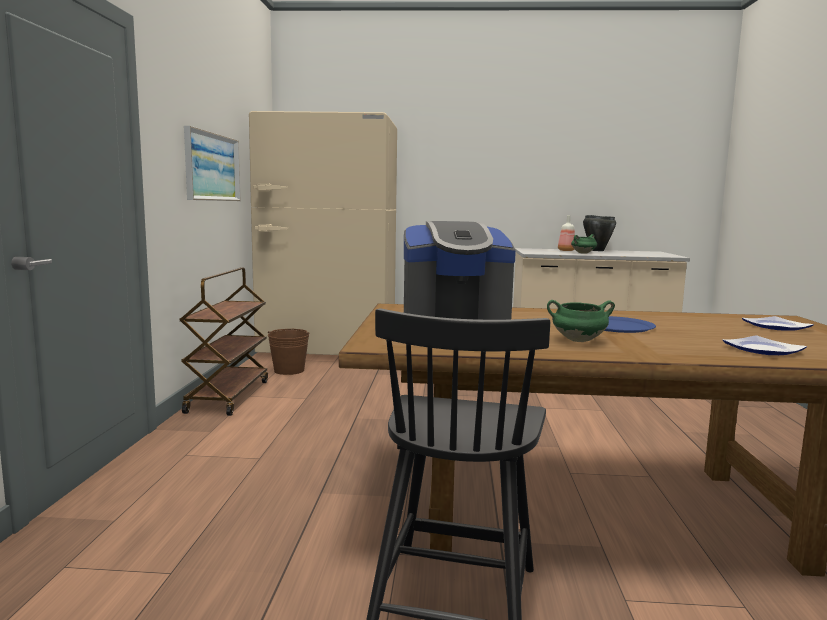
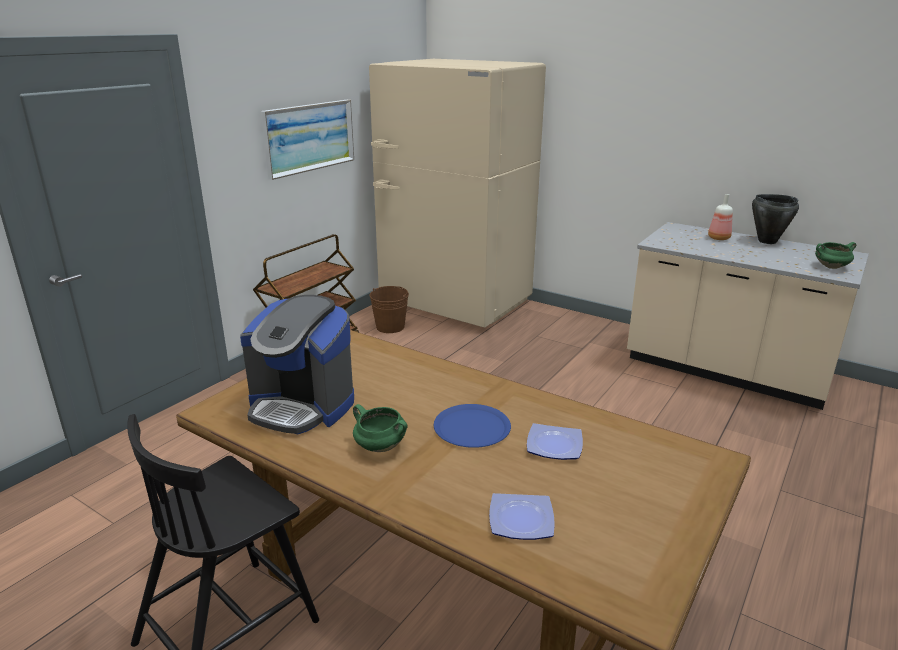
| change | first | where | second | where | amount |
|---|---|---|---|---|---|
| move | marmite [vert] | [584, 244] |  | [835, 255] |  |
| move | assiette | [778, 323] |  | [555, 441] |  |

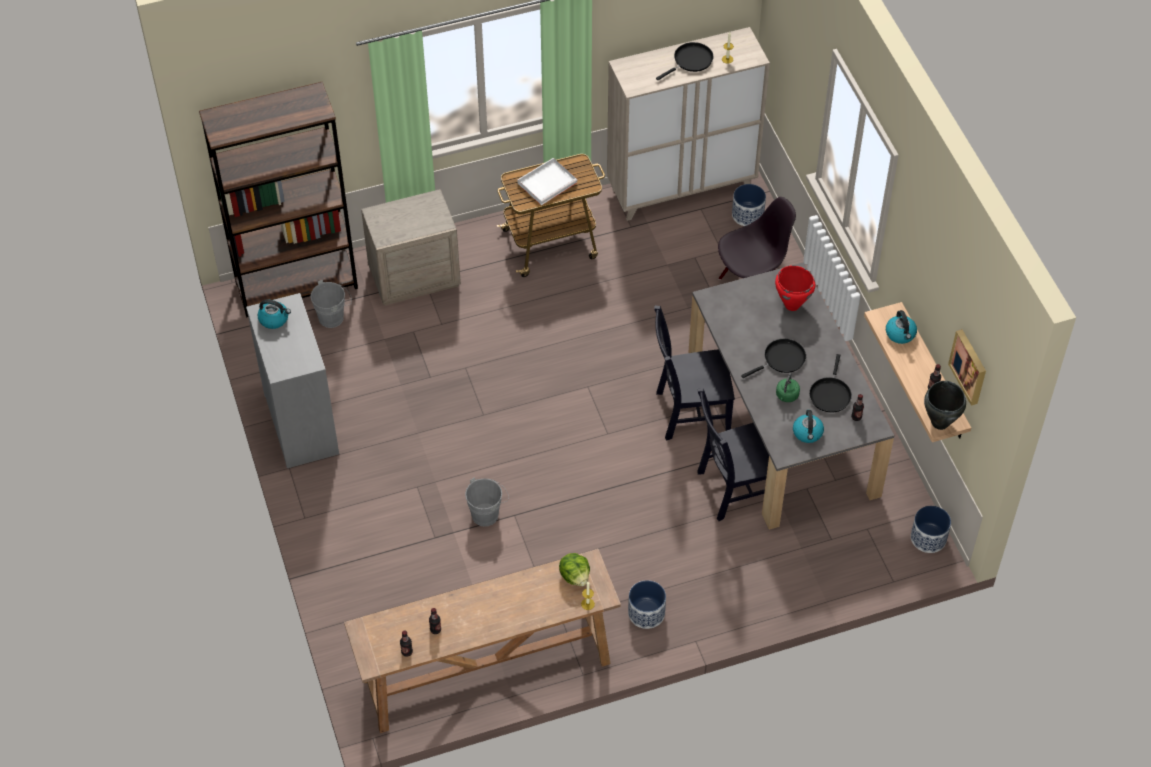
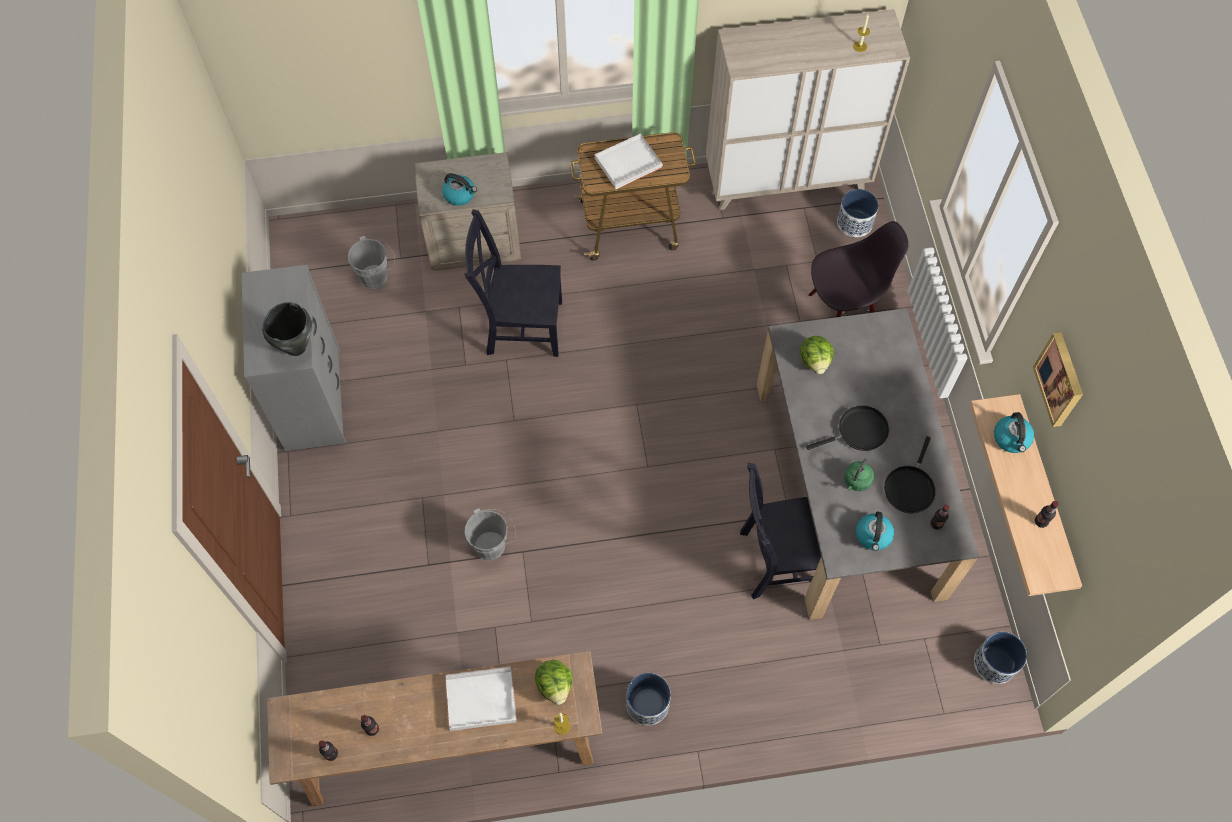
| change | first | where | second | where | amount |
|---|---|---|---|---|---|
| delete | bibliothèque [marron] | [278, 199] |  |  |  |
| move | bouilloire | [274, 314] |  | [459, 189] |  |
| move | chaise [noir] | [694, 373] |  | [513, 283] |  |
| delete | poêle [noir] | [685, 61] |  |  |  |
| delete | marmite [rouge] | [795, 288] |  |  |  |
| move | marmite [noir] | [945, 405] |  | [287, 329] |  |
| move | tableau | [967, 367] |  | [1058, 379] |  |
| insert |  |  | plateau [blanc] | [481, 698] |  |
| insert |  |  | laitue | [817, 355] |  |

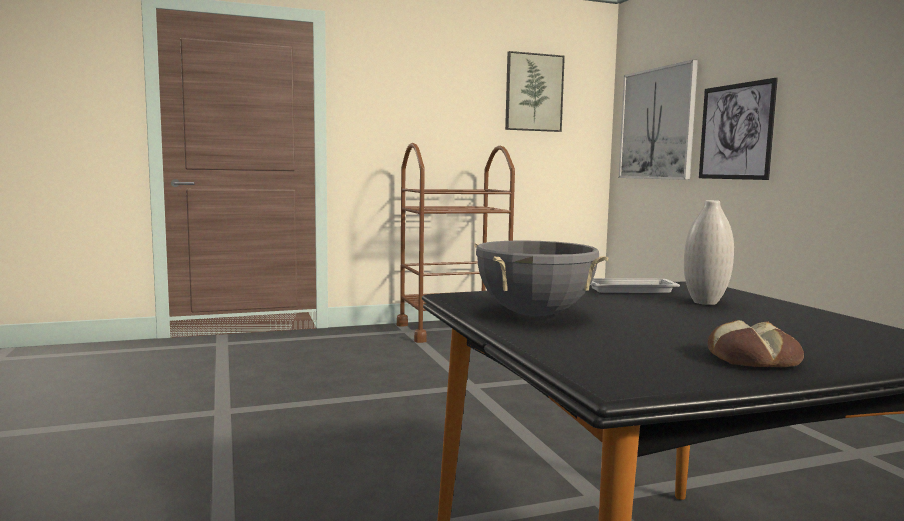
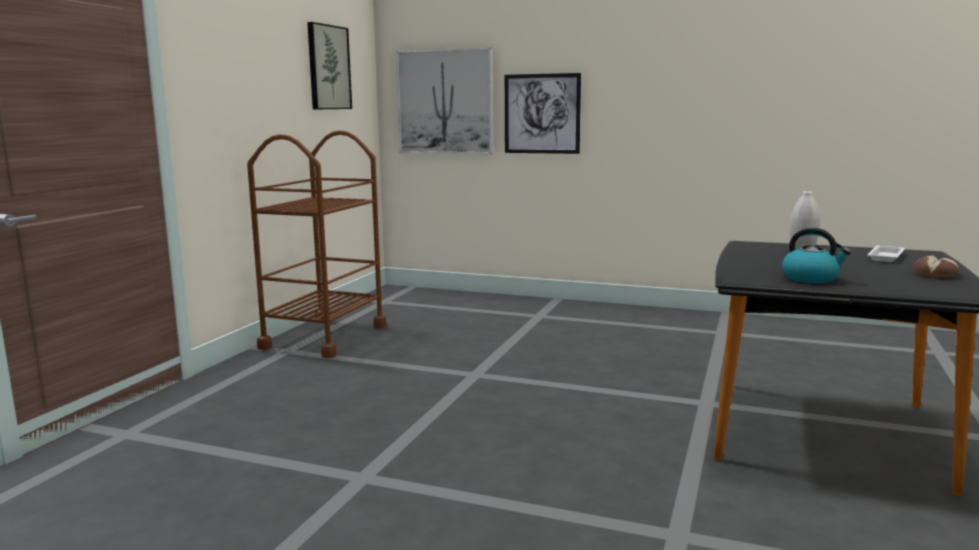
| change | first | where | second | where | amount |
|---|---|---|---|---|---|
| replace | marmite [gris] | [541, 278] | bouilloire | [816, 255] |  |
| move | plateau [blanc] | [635, 285] |  | [886, 254] |  |

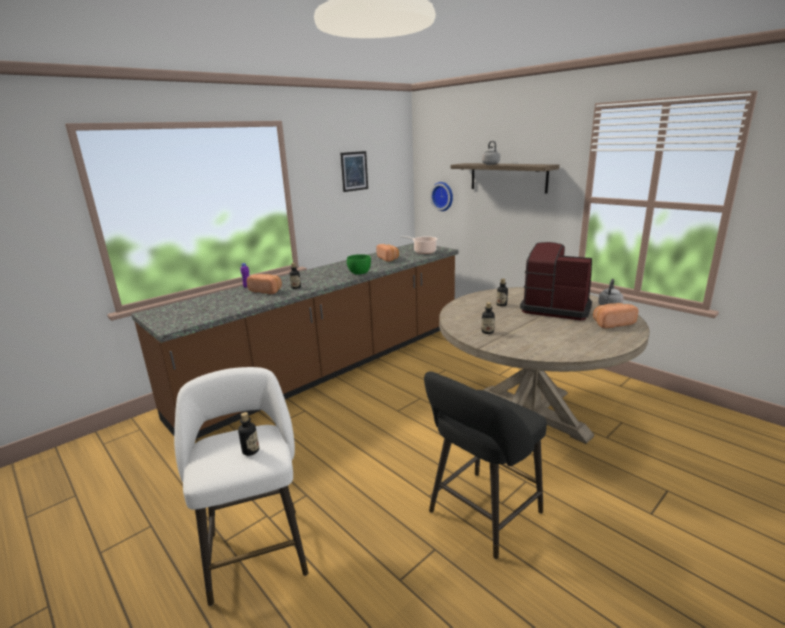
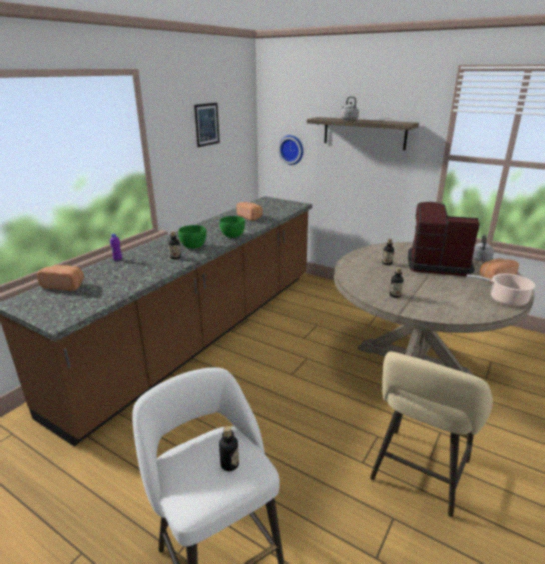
| change | first | where | second | where | amount |
|---|---|---|---|---|---|
| move | pain | [264, 284] |  | [60, 278] |  |
| move | marmite | [418, 245] |  | [501, 290] |  |
| recolor | tabouret [noir] | [485, 465] | tabouret [beige] | [431, 434] |  |
| insert |  |  | bol [vert] | [192, 237] |  |

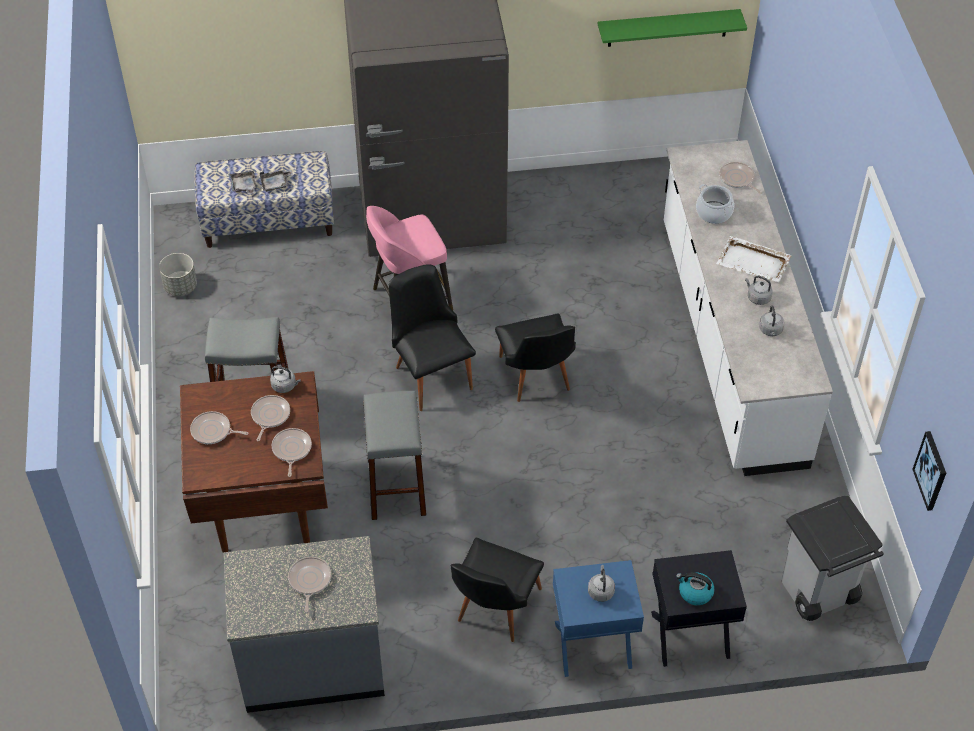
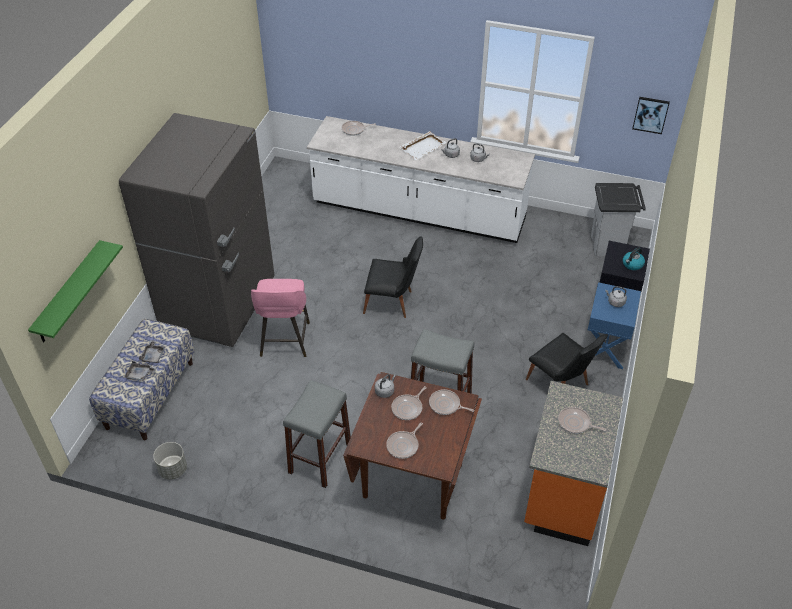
| change | first | where | second | where | amount |
|---|---|---|---|---|---|
| recolor | comptoir de cuisine [gris] | [304, 624] | comptoir de cuisine [orange] | [573, 463] |  |
| rotate | poêle | [270, 418] |  | [409, 403] | 90 degrees counterclockwise |
| delete | chaise [noir] | [432, 337] |  |  |  |
| move | étagère [vert] | [672, 28] |  | [75, 291] |  |
| delete | marmite | [715, 204] |  |  |  |

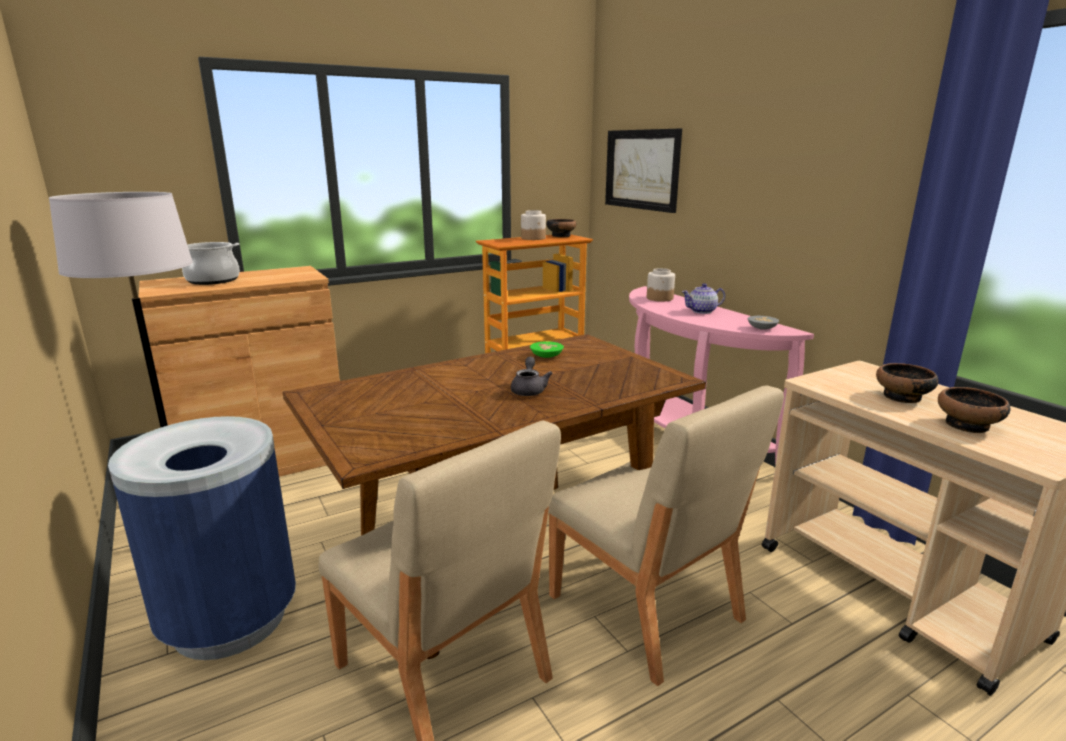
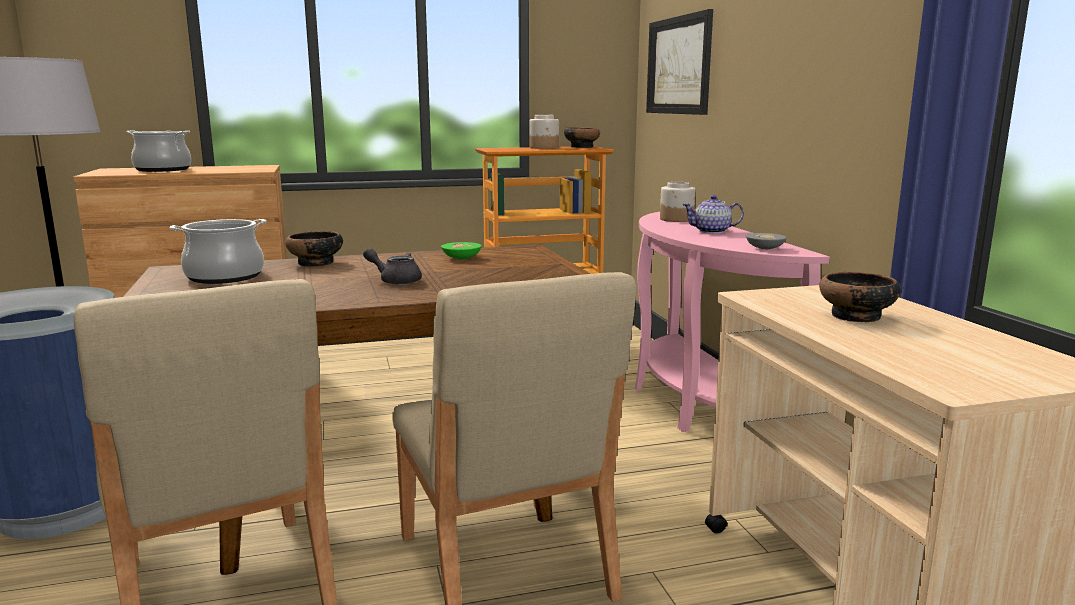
| change | first | where | second | where | amount |
|---|---|---|---|---|---|
| rotate | théière [gris] | [532, 376] |  | [392, 266] | 90 degrees counterclockwise |
| move | bol | [974, 410] |  | [314, 249] |  |
| insert |  |  | marmite | [218, 251] |  |

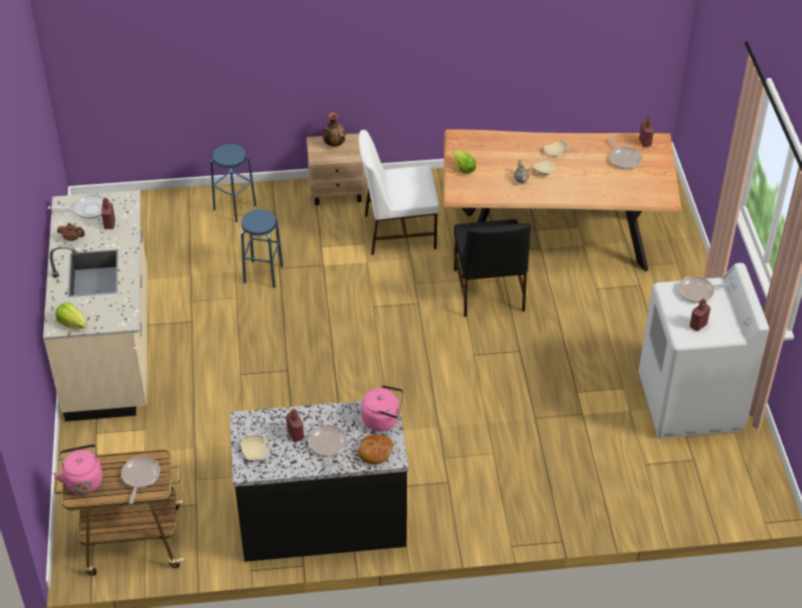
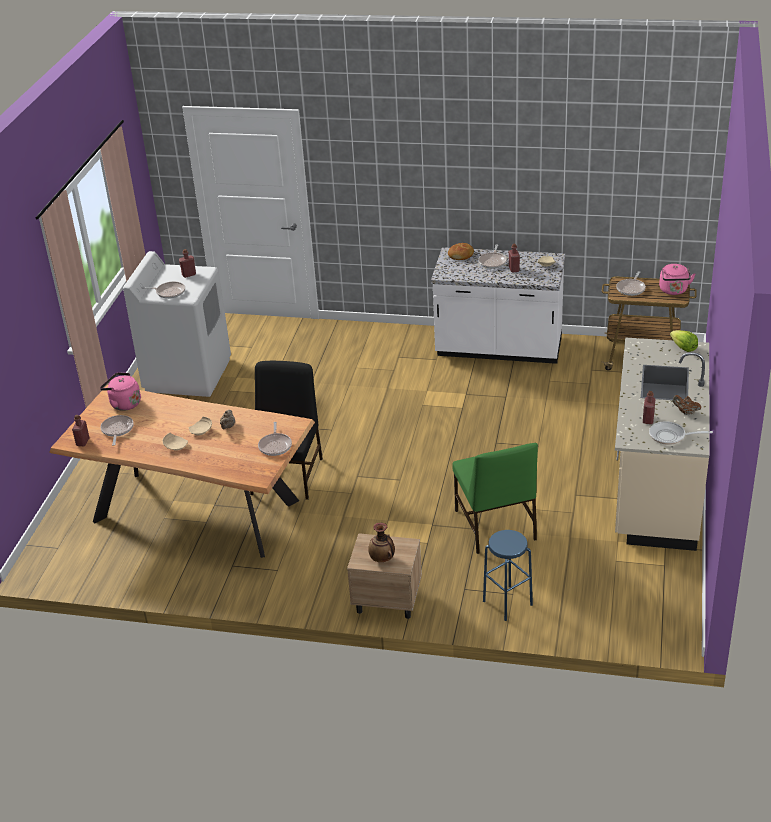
| change | first | where | second | where | amount |
|---|---|---|---|---|---|
| recolor | comptoir de cuisine [noir] | [319, 480] | comptoir de cuisine [blanc] | [498, 305] |  |
| replace | tabouret [bleu] | [262, 248] | chaise [vert] | [495, 498] |  |
| delete | chaise [blanc] | [398, 192] |  |  |  |
| move | bouilloire [rose] | [382, 408] |  | [120, 391] |  |
| replace | laitue | [464, 161] | poêle | [275, 439] |  |

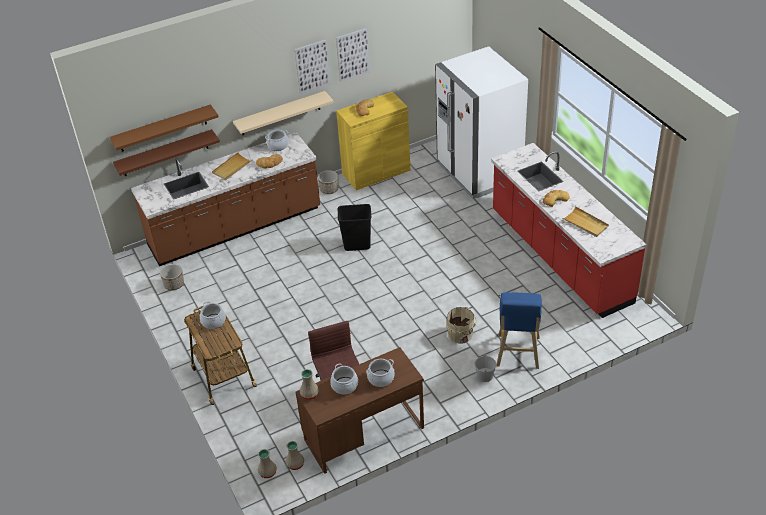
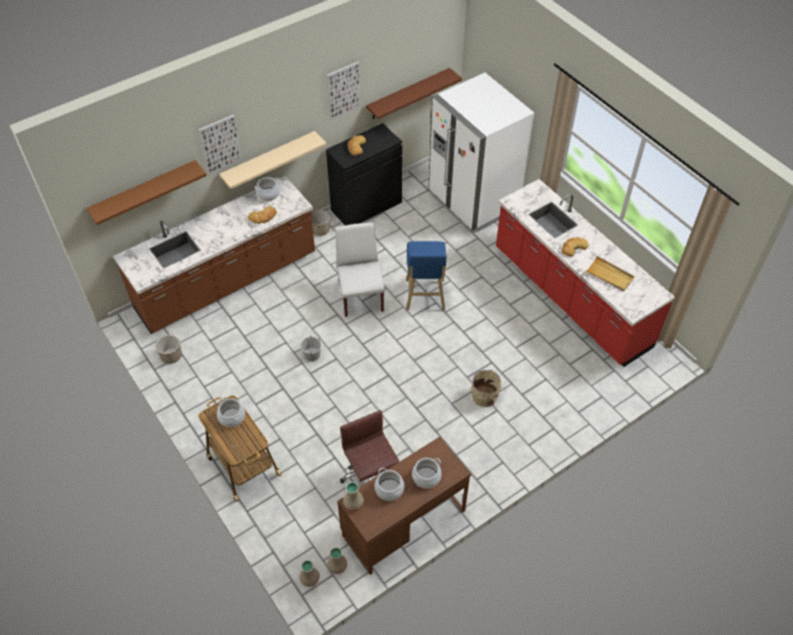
| change | first | where | second | where | amount |
|---|---|---|---|---|---|
| move | étagère [marron] | [166, 152] |  | [414, 93] |  |
| delete | plateau [beige] | [232, 166] |  |  |  |
| move | tableau | [312, 66] |  | [220, 144] |  |
| recolor | meuble de rangement [jaune] | [373, 141] | meuble de rangement [noir] | [364, 174] |  |
| replace | poubelle [noir] | [354, 227] | chaise [blanc] | [360, 270] |  |
| move | seau [blanc] | [485, 368] |  | [310, 348] |  |
| move | tabouret [bleu] | [519, 330] |  | [426, 275] |  |

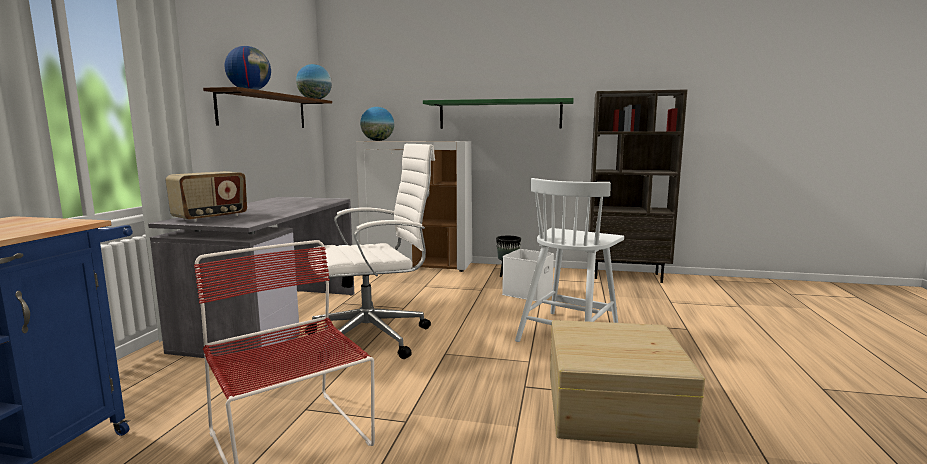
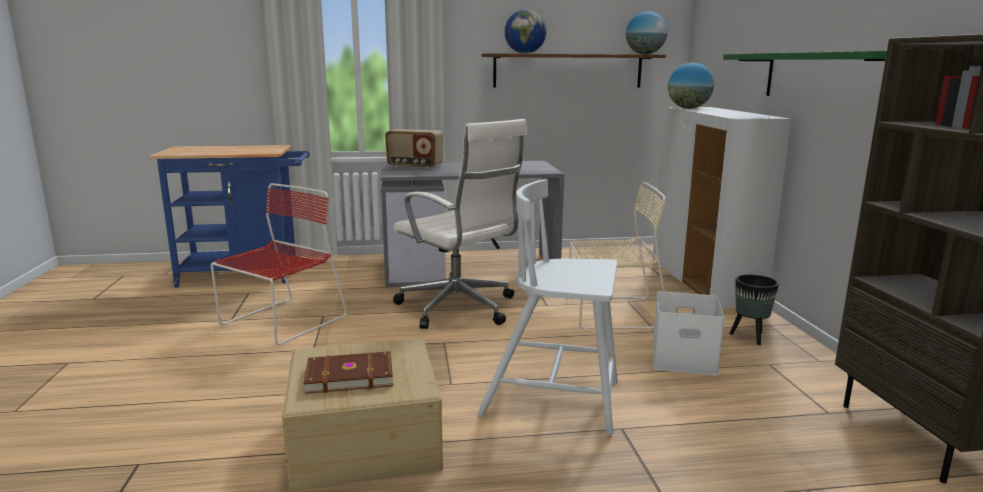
| change | first | where | second | where | amount |
|---|---|---|---|---|---|
| insert |  |  | livre [marron] | [348, 372] |  |
| insert |  |  | chaise [beige] | [617, 256] |  |

